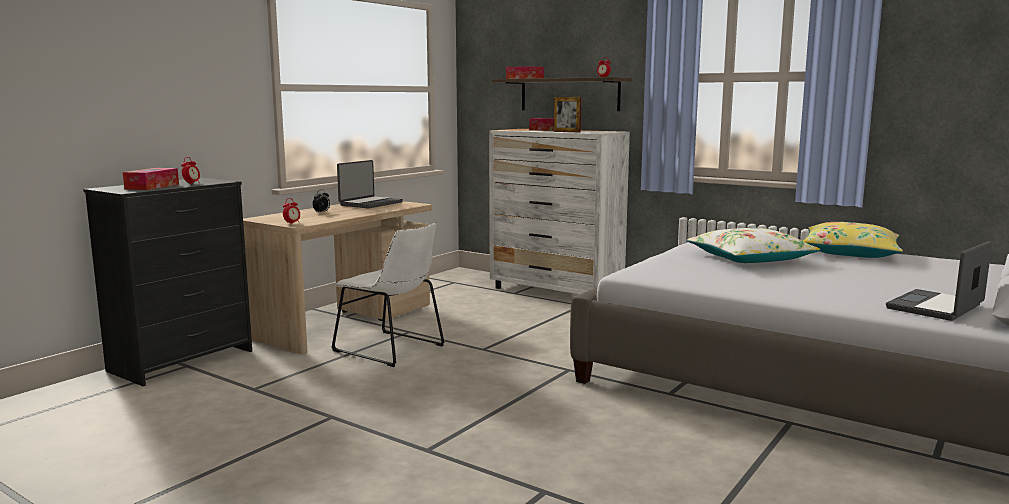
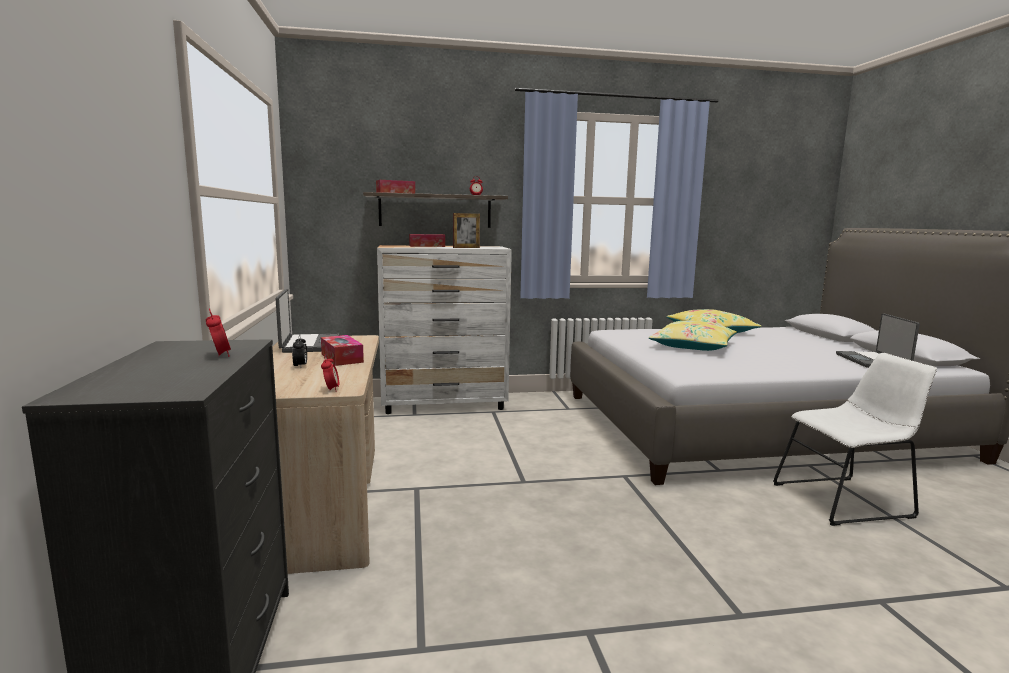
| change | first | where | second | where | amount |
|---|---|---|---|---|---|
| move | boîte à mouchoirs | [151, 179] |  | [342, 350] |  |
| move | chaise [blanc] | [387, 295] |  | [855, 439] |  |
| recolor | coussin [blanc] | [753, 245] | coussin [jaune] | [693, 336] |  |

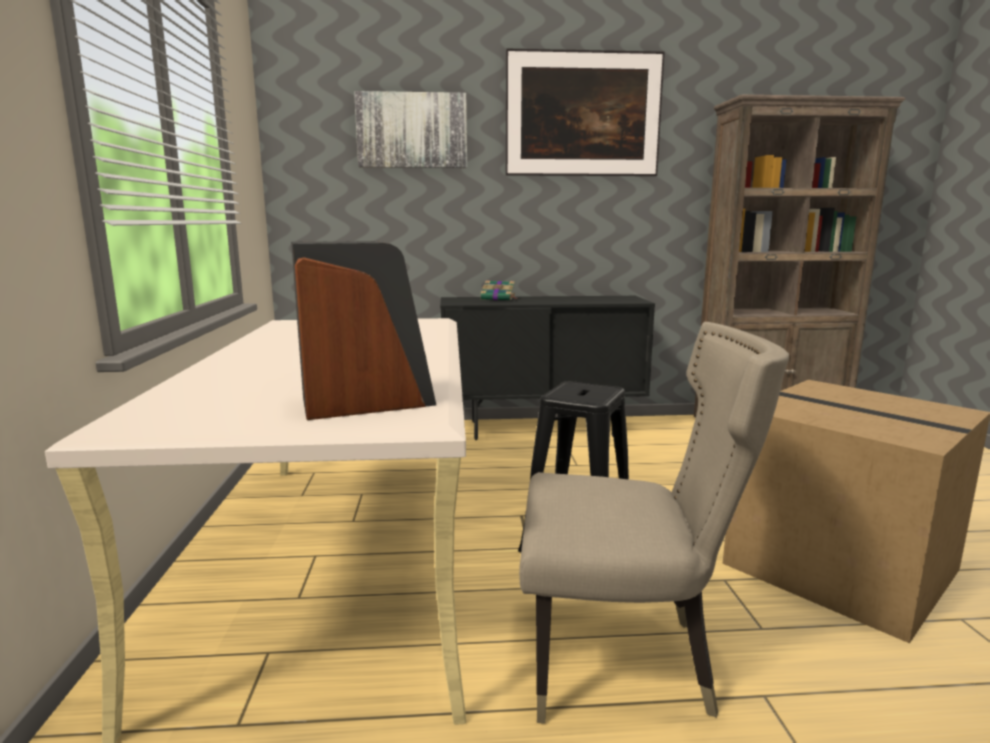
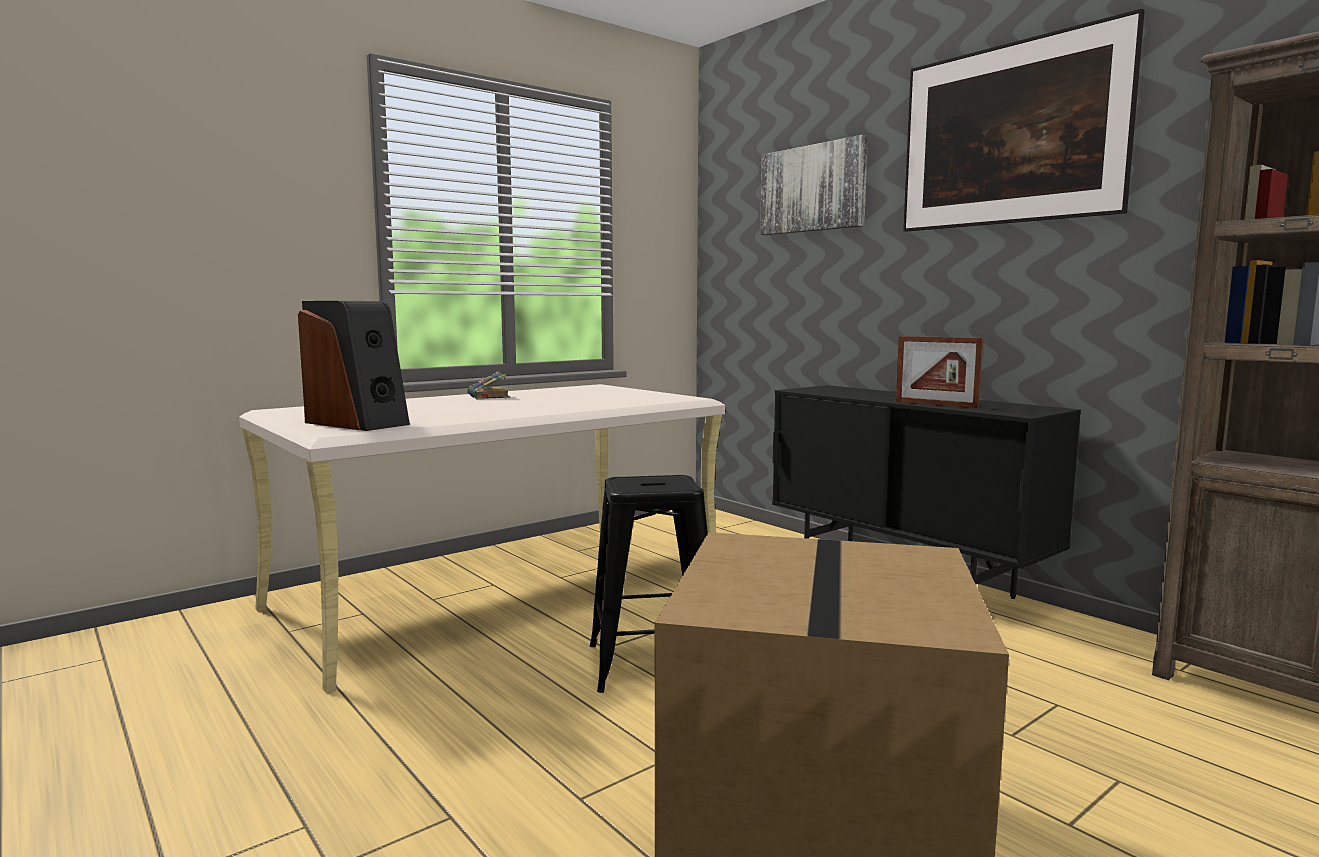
| change | first | where | second | where | amount |
|---|---|---|---|---|---|
| move | livre | [499, 291] |  | [488, 385] |  |
| delete | chaise [beige] | [654, 523] |  |  |  |
| insert |  |  | cadre photo | [939, 372] |  |

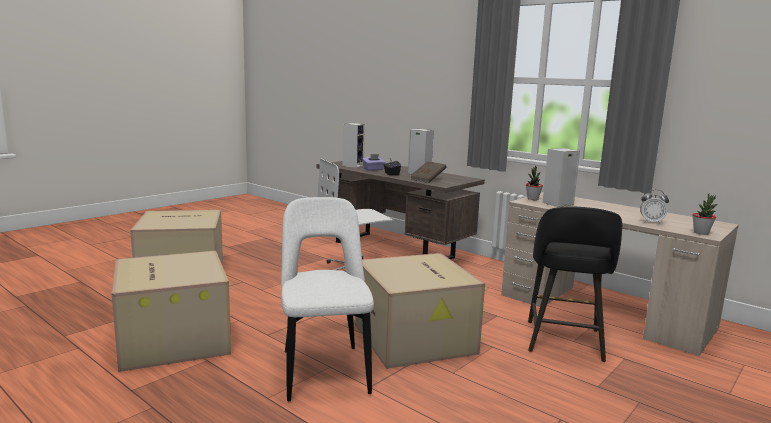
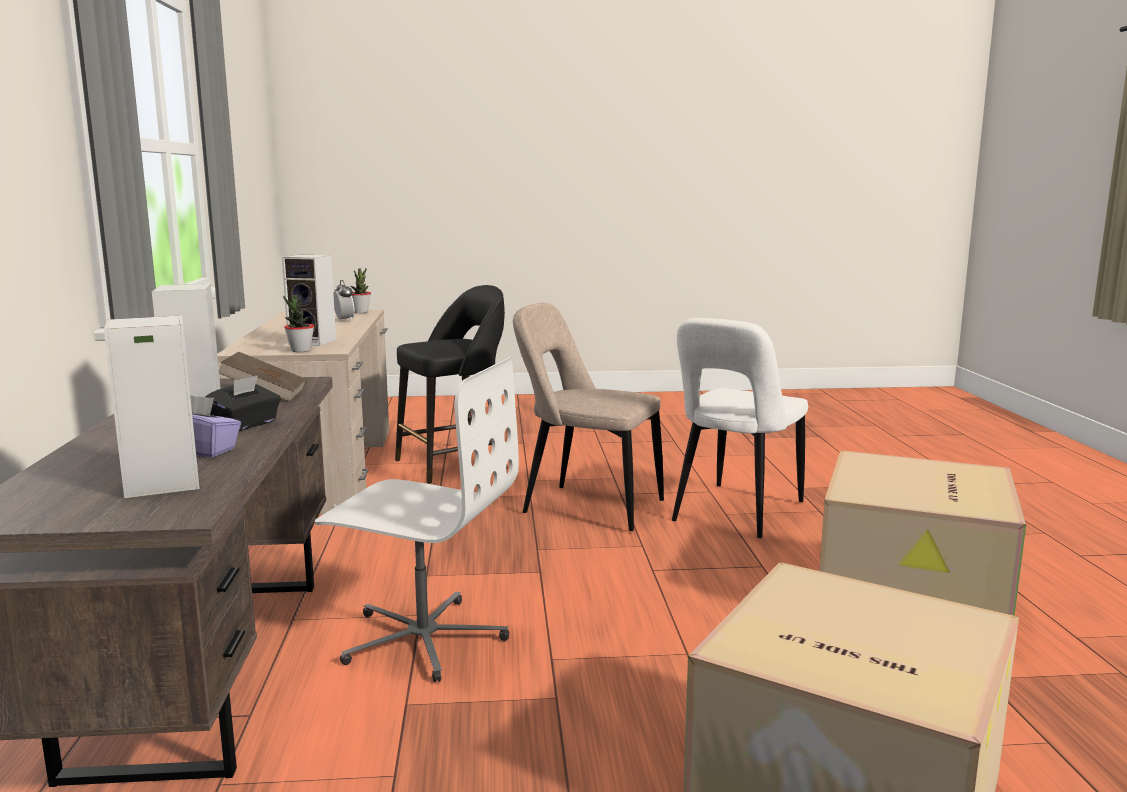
| change | first | where | second | where | amount |
|---|---|---|---|---|---|
| replace | carton | [420, 311] | chaise [beige] | [588, 417] |  |

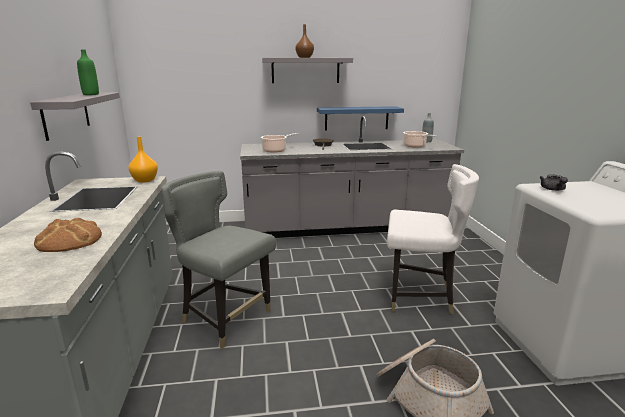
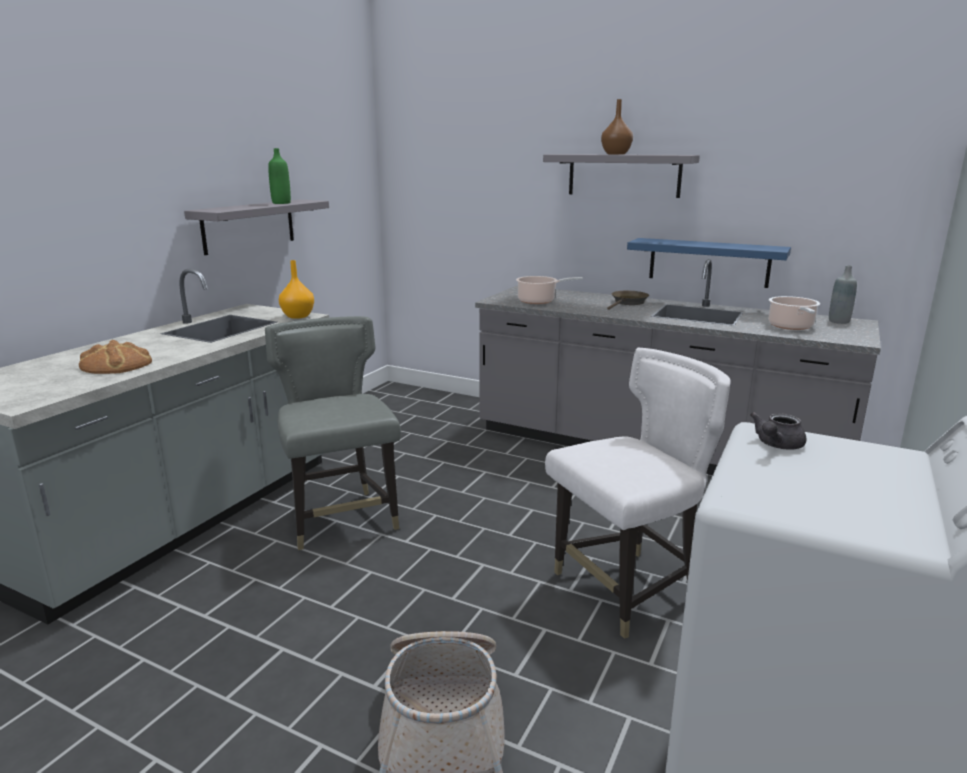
| change | first | where | second | where | amount |
|---|---|---|---|---|---|
| rotate | chaise [blanc] | [433, 239] |  | [638, 493] | 75 degrees counterclockwise |

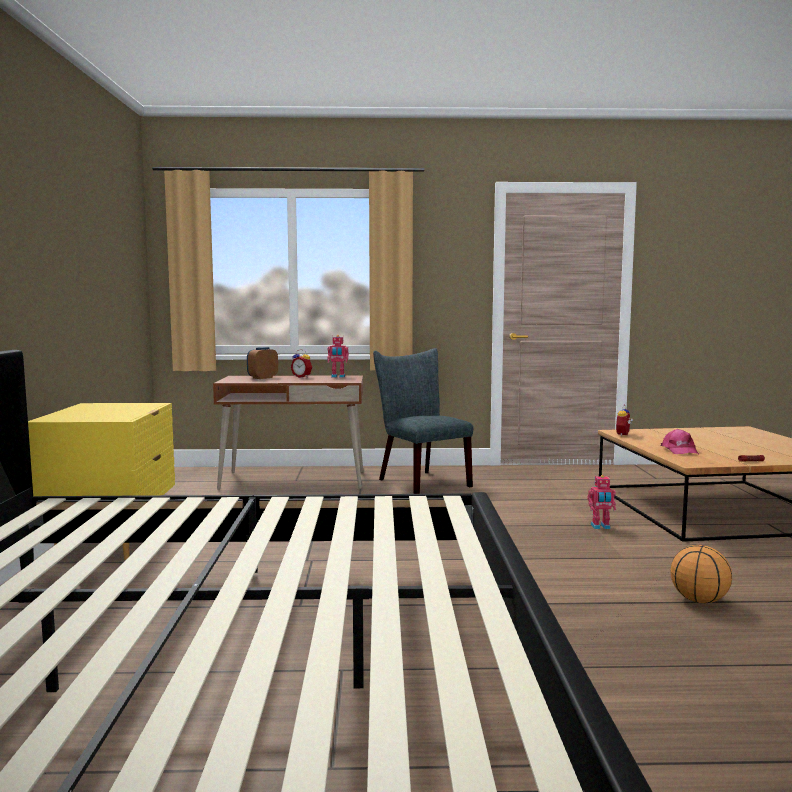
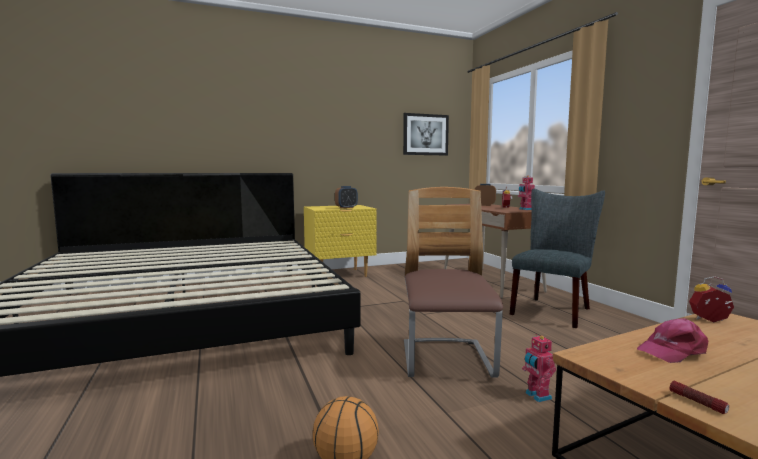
| change | first | where | second | where | amount |
|---|---|---|---|---|---|
| insert |  |  | réveil | [346, 197] |  |
| insert |  |  | tableau | [426, 134] |  |
| insert |  |  | chaise | [453, 282] |  |

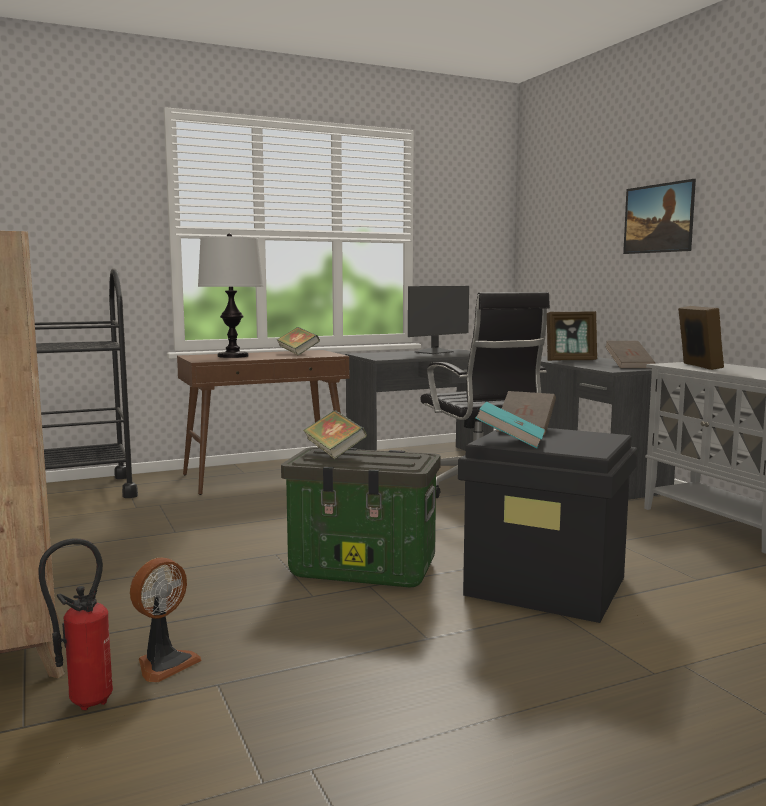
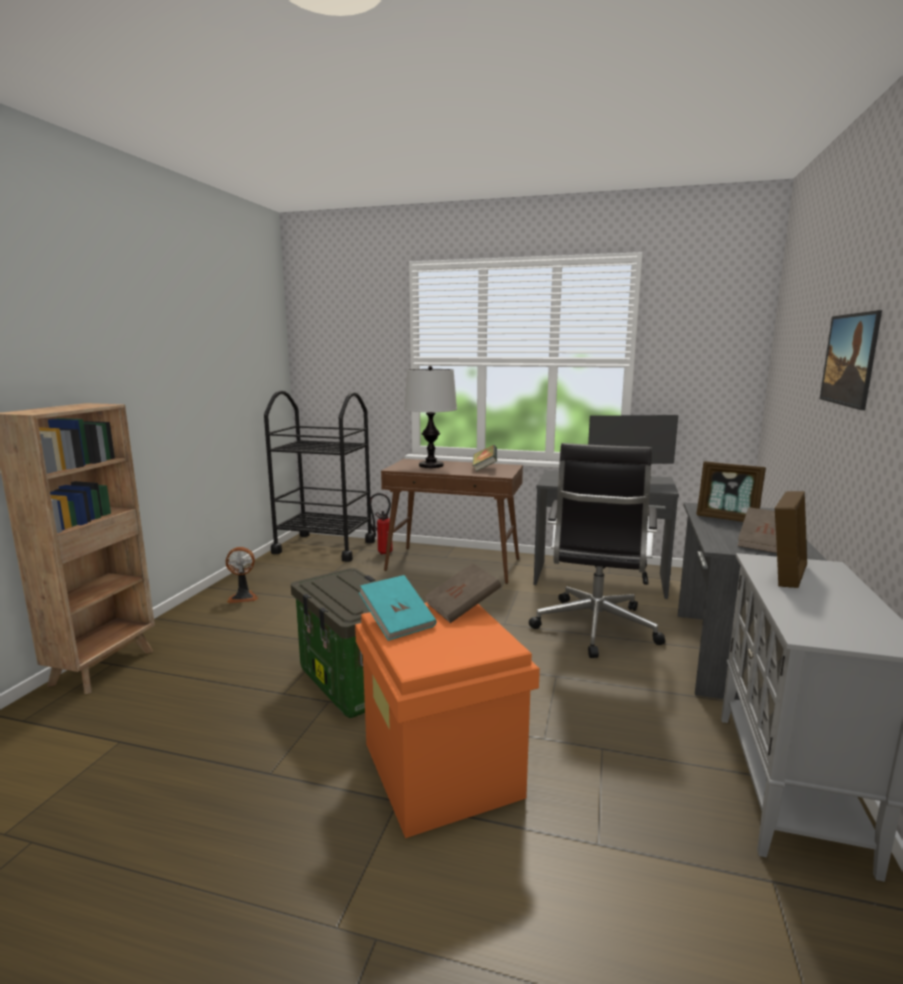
| change | first | where | second | where | amount |
|---|---|---|---|---|---|
| move | extincteur | [75, 624] |  | [381, 524] |  |
| move | ventilateur | [166, 620] |  | [242, 575] |  |
| delete | livre | [335, 434] |  |  |  |
| recolor | boîte de rangement [noir] | [547, 525] | boîte de rangement [orange] | [447, 720] |  |

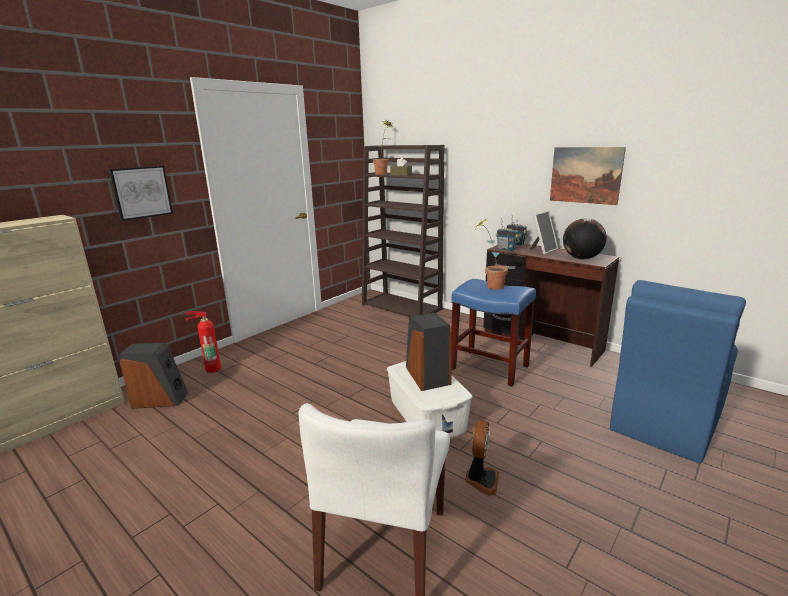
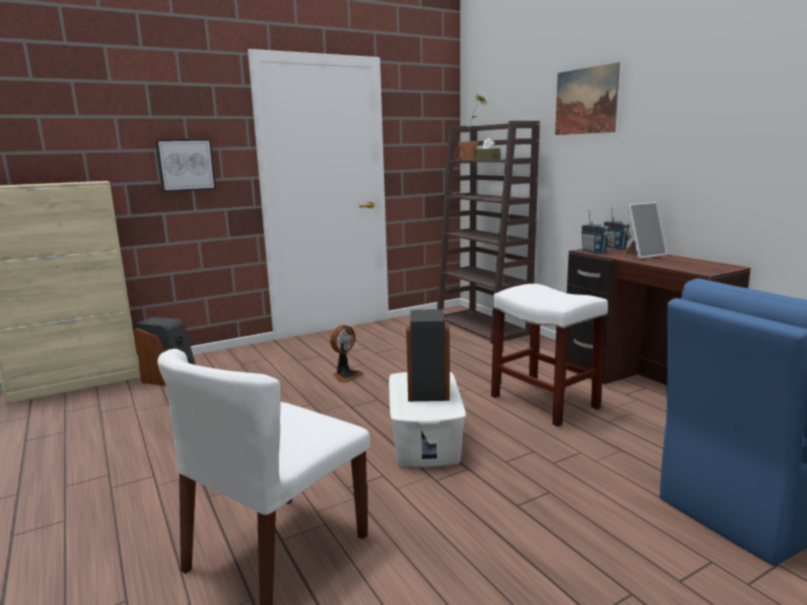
| change | first | where | second | where | amount |
|---|---|---|---|---|---|
| delete | extincteur | [203, 342] |  |  |  |
| recolor | tabouret [bleu] | [493, 333] | tabouret [blanc] | [549, 356] |  |
| move | ventilateur | [482, 458] |  | [346, 354] |  |
| delete | plante en pot | [491, 253] |  |  |  |
| move | tableau | [588, 176] |  | [587, 98] |  |
| delete | globe | [585, 239] |  |  |  |

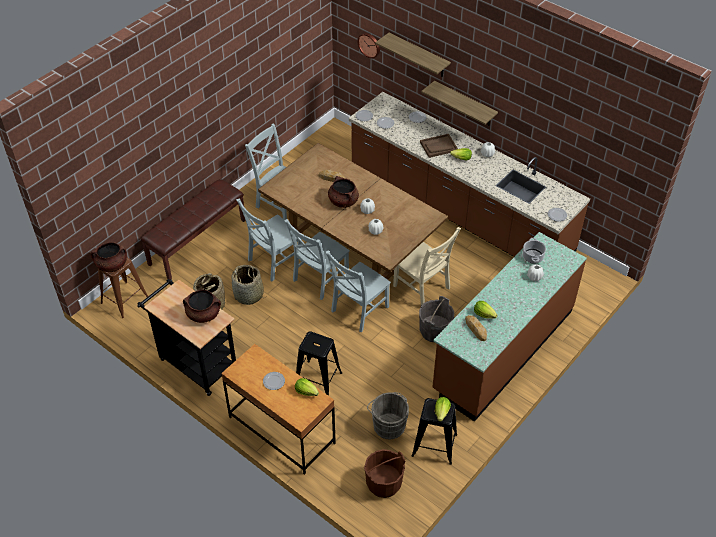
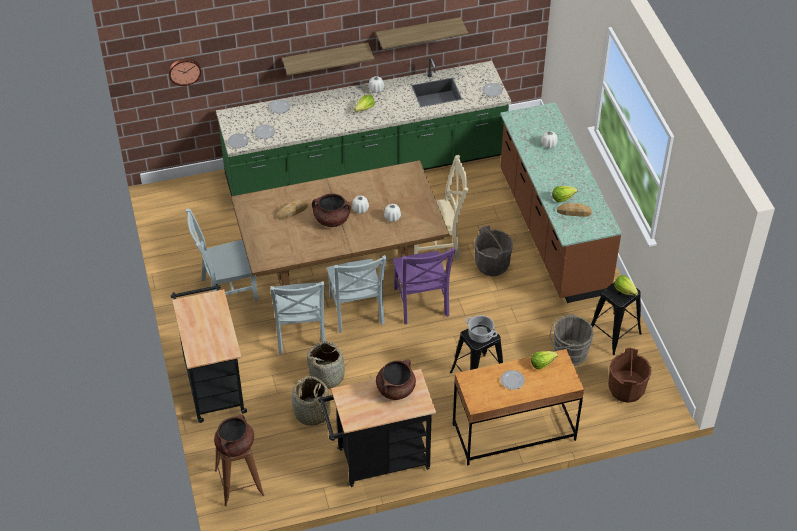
| change | first | where | second | where | amount |
|---|---|---|---|---|---|
| replace | banc [marron] | [193, 229] | chariot [noir] | [209, 353] |  |
| recolor | chaise [gris] | [358, 291] | chaise [violet] | [424, 285] |  |
| recolor | comptoir de cuisine [marron] | [469, 174] | comptoir de cuisine [vert] | [363, 126] |  |
| move | étagère | [413, 55] |  | [422, 33] |  |
| delete | plateau [marron] | [439, 146] |  |  |  |
| move | marmite | [534, 250] |  | [481, 329] |  |

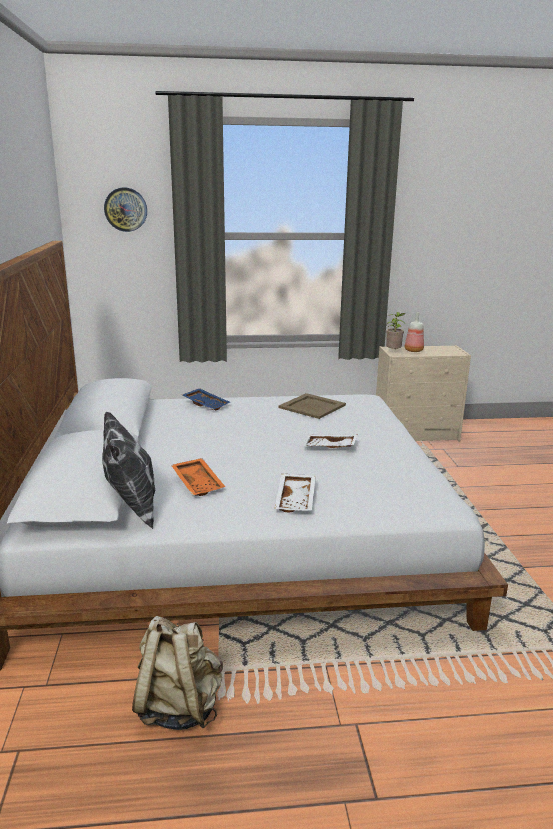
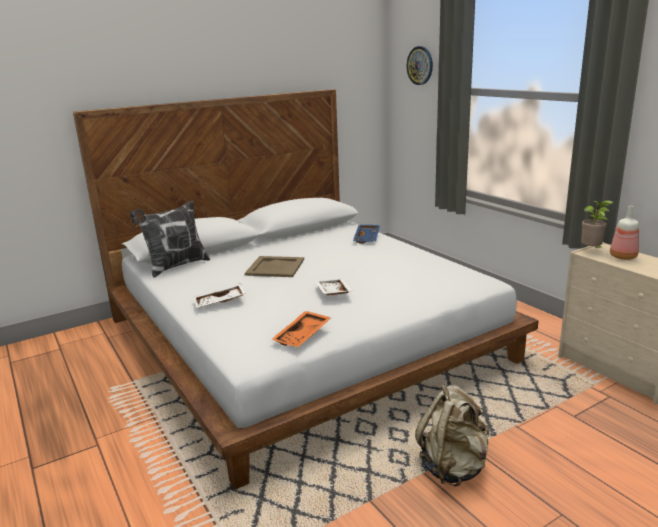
| change | first | where | second | where | amount |
|---|---|---|---|---|---|
| move | sac à dos [beige] | [177, 673] |  | [452, 435] |  |
| move | plateau [orange] | [198, 477] |  | [301, 329] |  |
| move | plateau [beige] | [312, 406] |  | [274, 266] |  |

